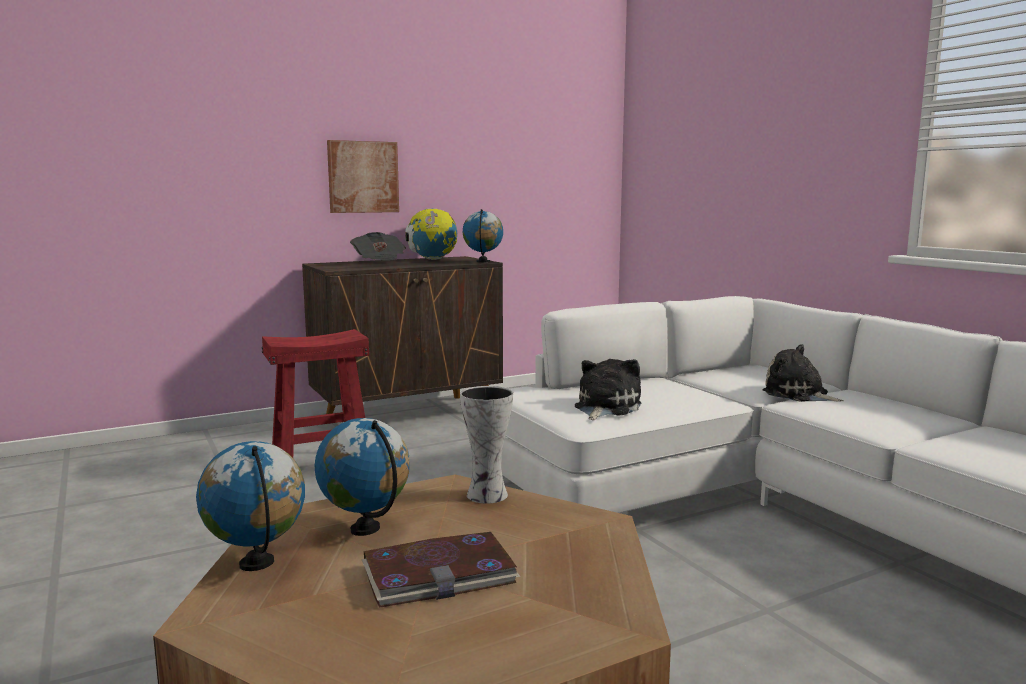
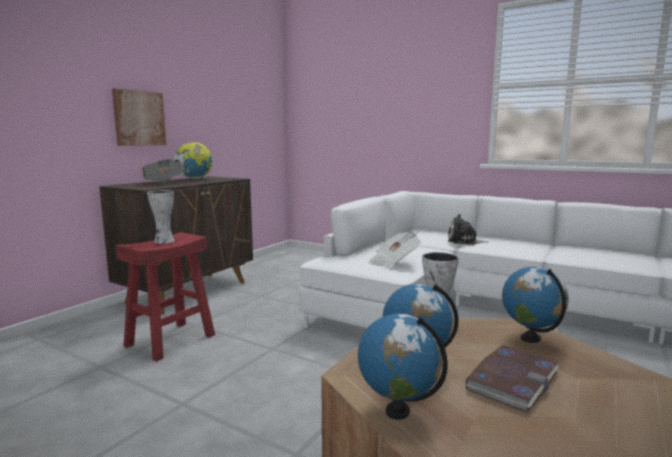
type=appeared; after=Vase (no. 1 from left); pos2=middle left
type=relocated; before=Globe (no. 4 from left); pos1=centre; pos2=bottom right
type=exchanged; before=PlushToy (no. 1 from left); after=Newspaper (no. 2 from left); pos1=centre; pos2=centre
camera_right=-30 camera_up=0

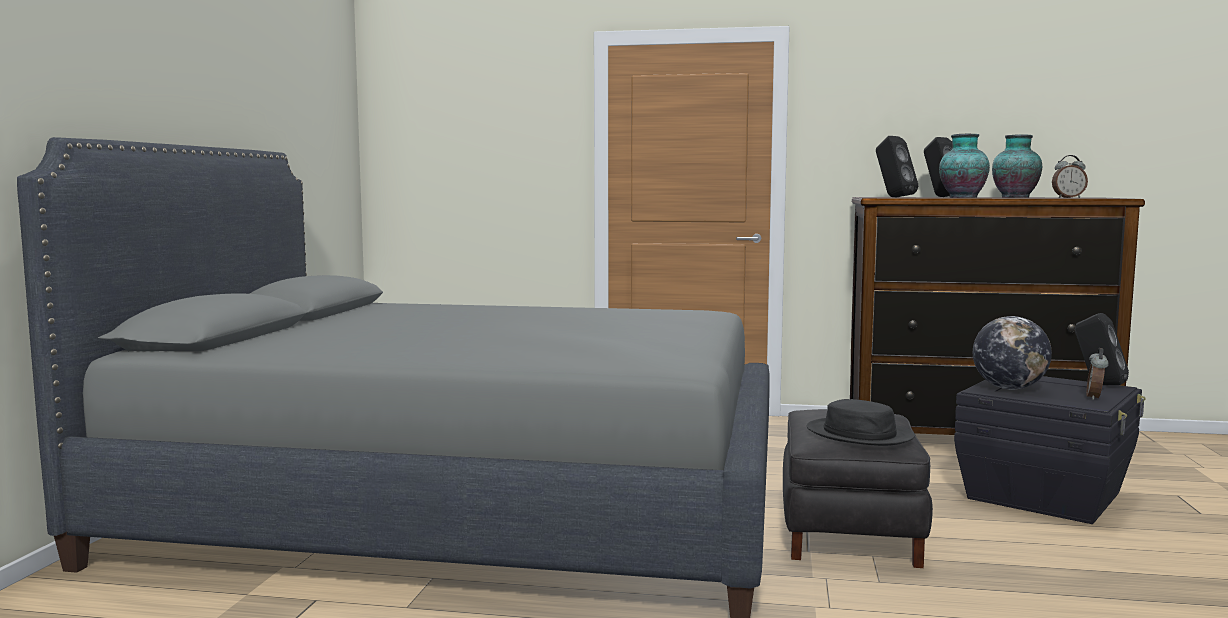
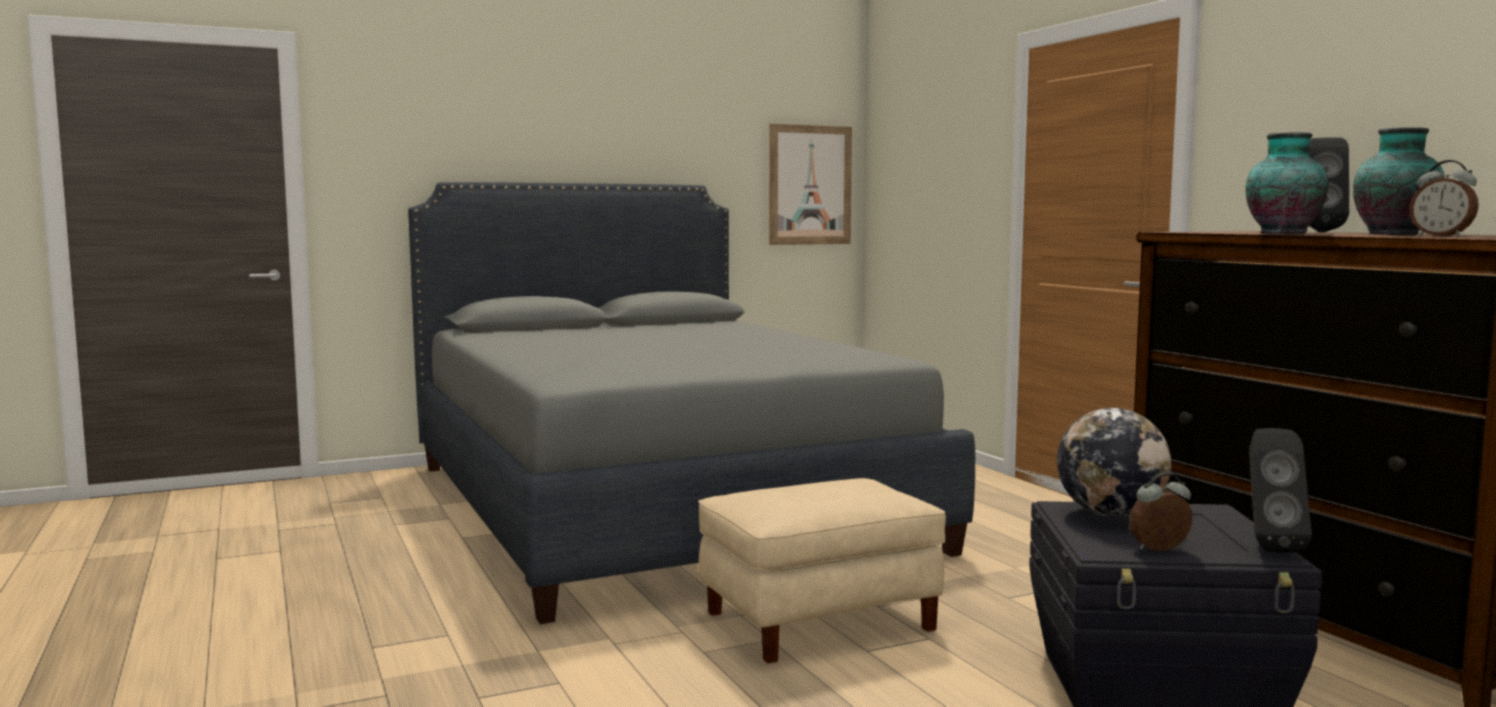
type=missing; before=BlackHat; pos1=bottom right
type=missing; before=BlackSpeaker (no. 1 from left); pos1=top right
type=appeared; after=Picture; pos2=top centre
type=colour; before=BlackOttoman; after=BeigeOttoman; pos1=bottom right; pos2=bottom centre
camera_right=55 camera_up=0

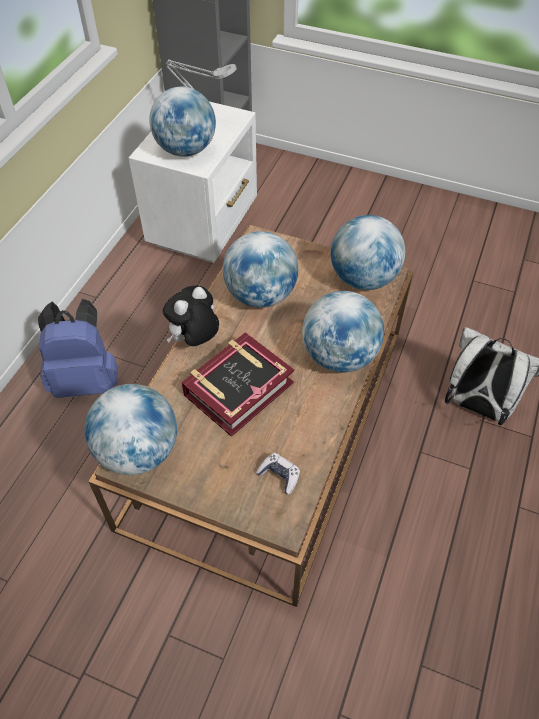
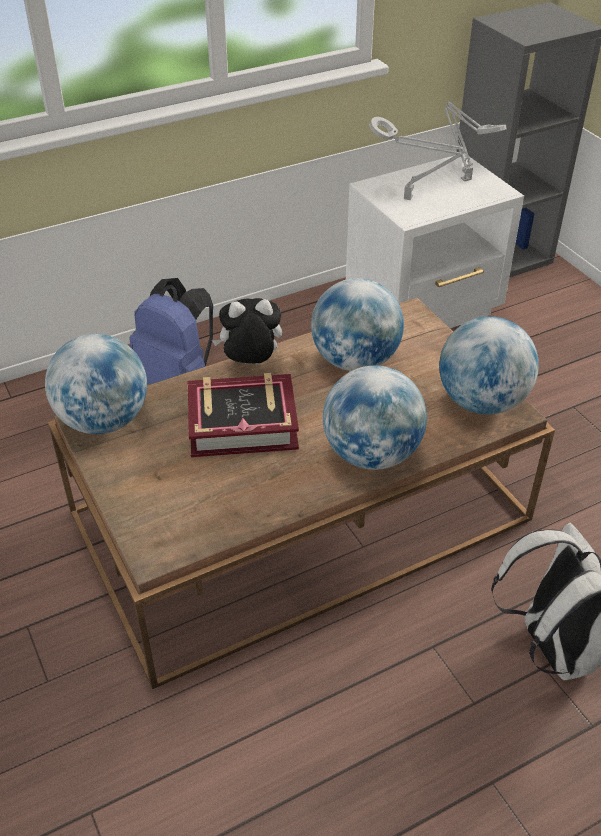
type=missing; before=GameController; pos1=centre
type=exchanged; before=Globe (no. 2 from left); after=GreyTableLamp (no. 1 from left); pos1=top centre; pos2=top right
camera_right=40 camera_up=-10

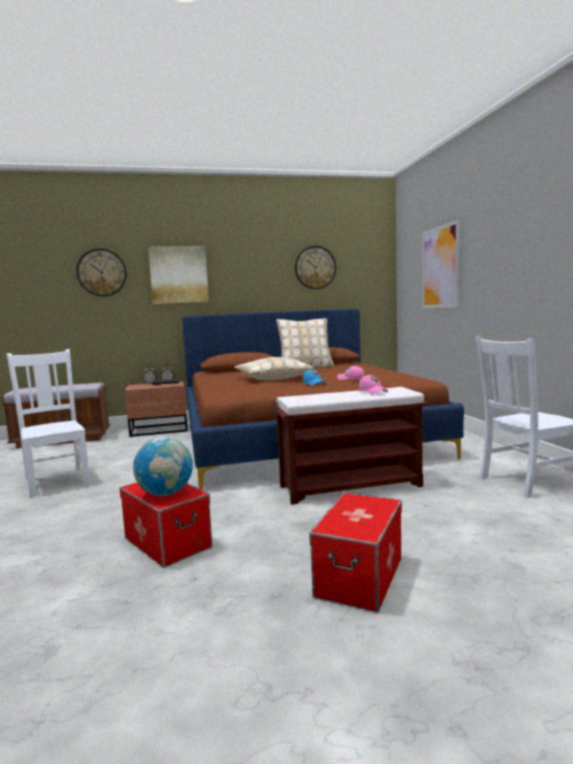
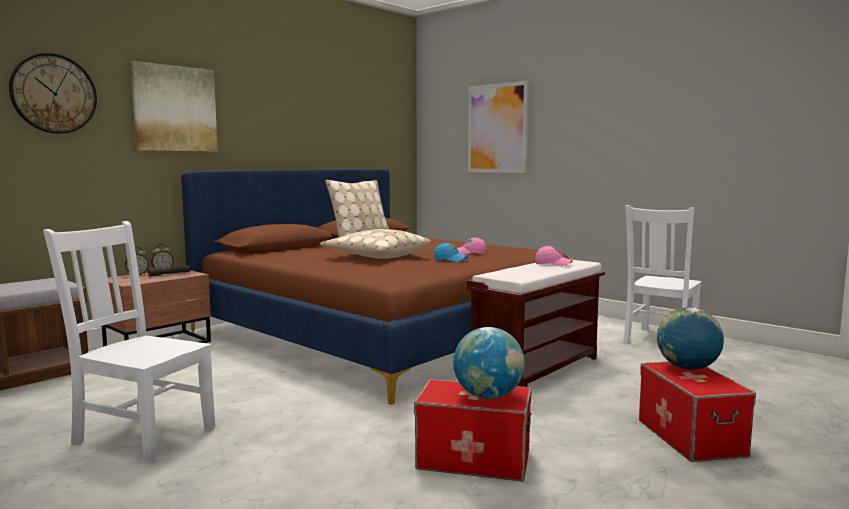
type=missing; before=WallClock (no. 2 from left); pos1=centre
type=appeared; after=Globe (no. 2 from left); pos2=middle right
camera_right=-35 camera_up=0

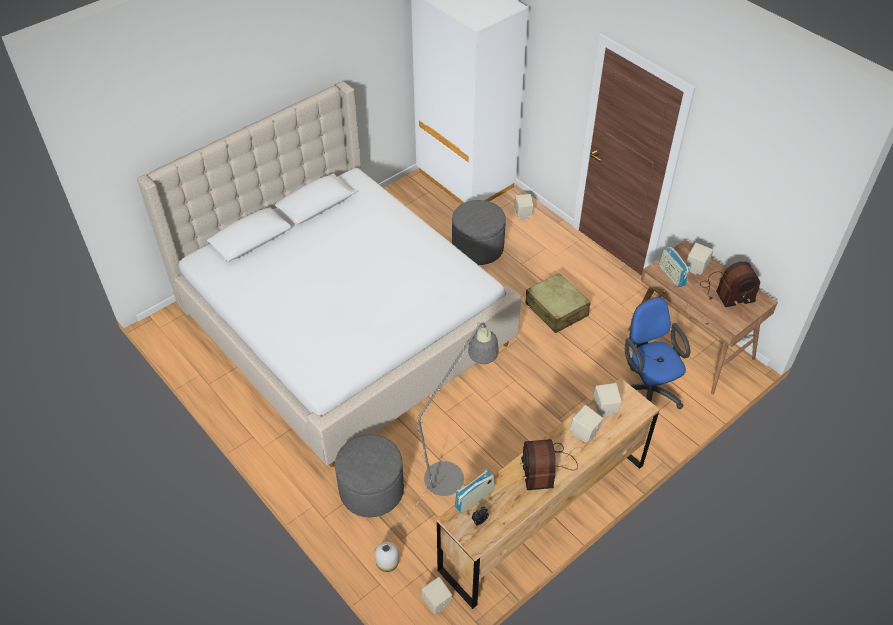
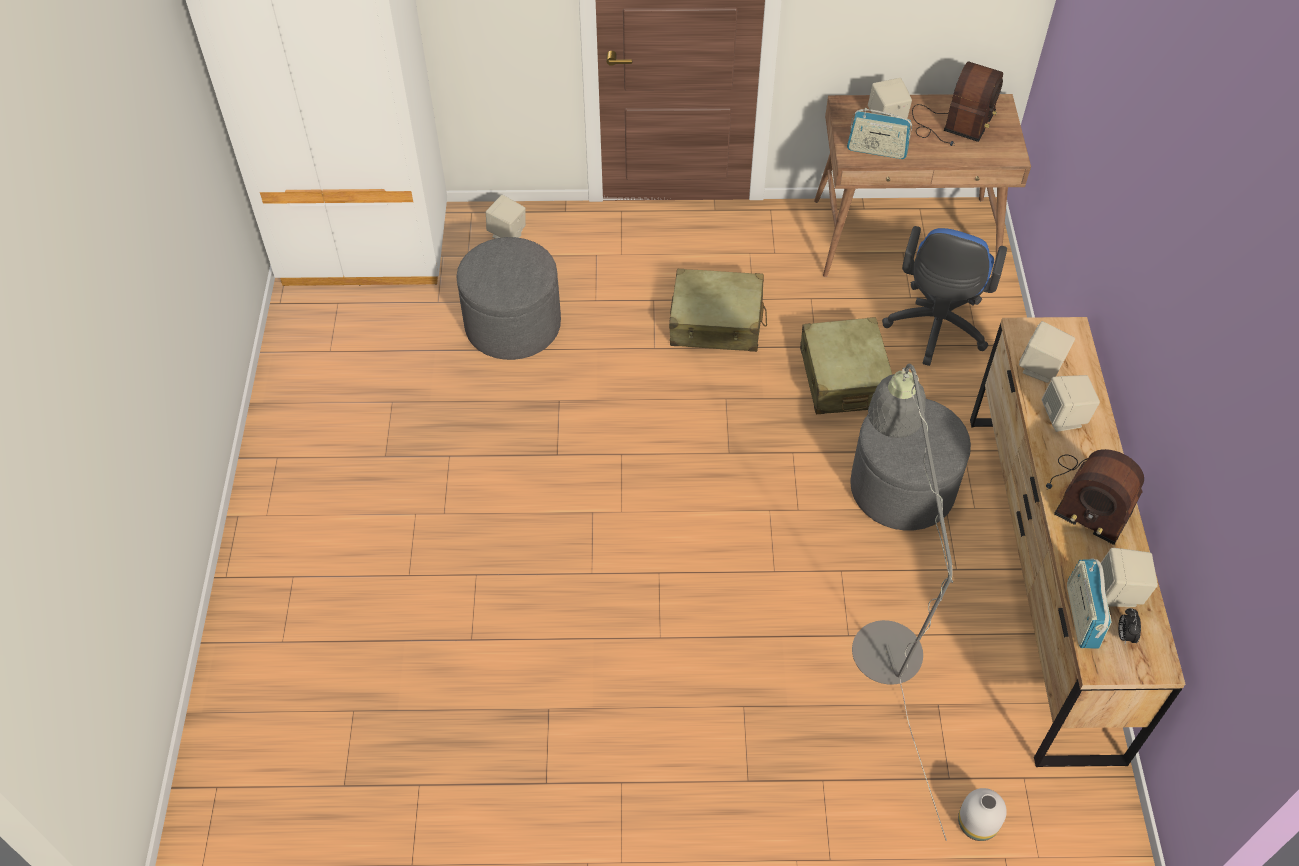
type=missing; before=BeigeBed; pos1=centre
type=appeared; after=BeigeSuitcase (no. 2 from left); pos2=centre
type=relocated; before=GreyOttoman (no. 1 from left in the first image); after=GreyOttoman (no. 2 from left); pos1=bottom centre; pos2=middle right
type=relocated; before=BeigeSpeaker (no. 1 from left in the first image); after=BeigeSpeaker (no. 5 from left); pos1=bottom centre; pos2=middle right
type=spun; before=BlueOfficeChair; pos1=middle right; pos2=middle right; turn=-90
camera_right=-50 camera_up=5

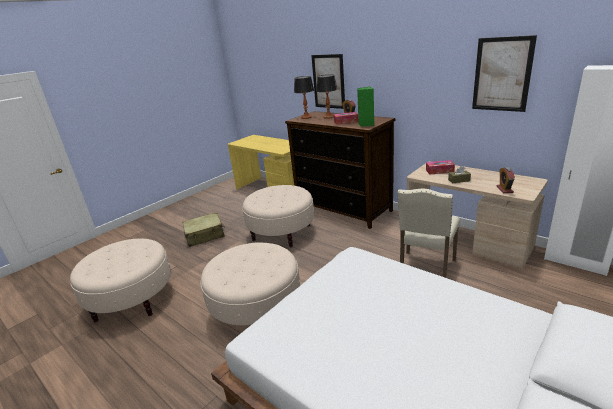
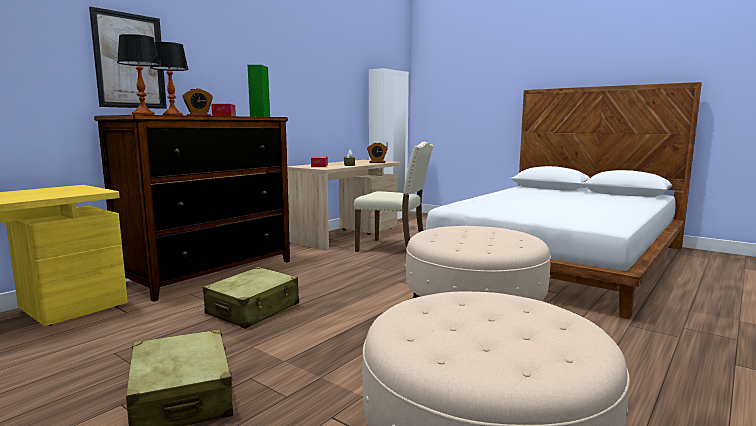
type=missing; before=Picture (no. 2 from left); pos1=top right
type=exchanged; before=BeigeOttoman (no. 3 from left); after=BeigeSuitcase (no. 2 from left); pos1=centre; pos2=bottom left
camera_right=-95 camera_up=-15

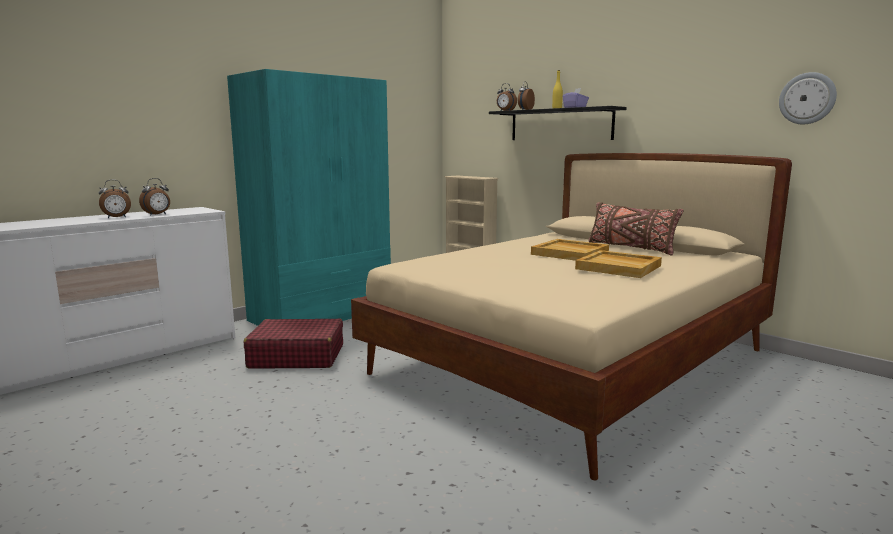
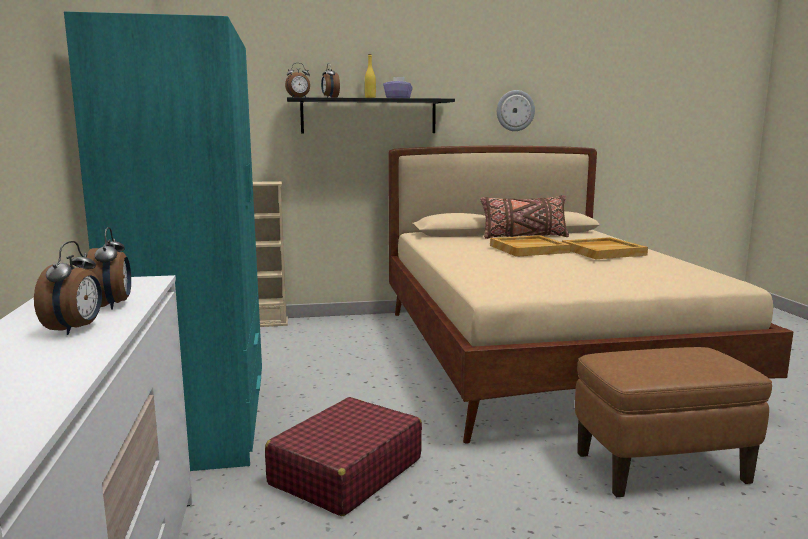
type=appeared; after=BrownOttoman; pos2=bottom right
type=relocated; before=WallClock; pos1=top right; pos2=top centre
camera_right=-55 camera_up=0

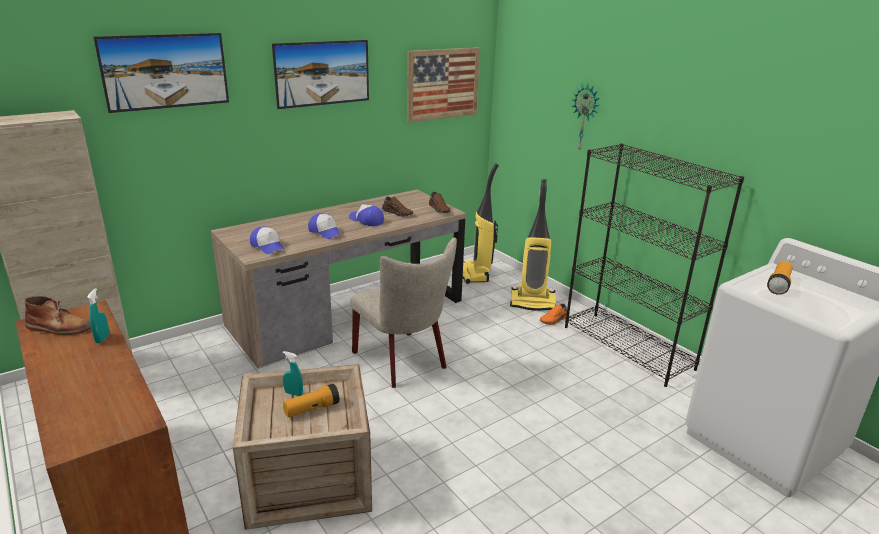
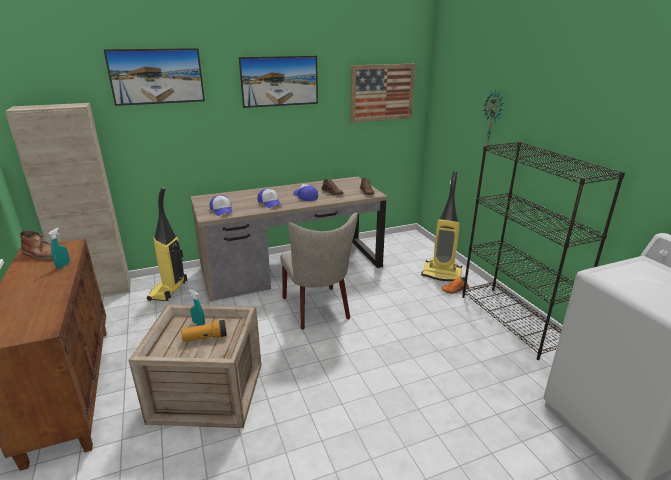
type=missing; before=Flashlight (no. 2 from left); pos1=middle right
type=relocated; before=VacuumCleaner (no. 1 from left); pos1=centre; pos2=middle left
camera_right=15 camera_up=0

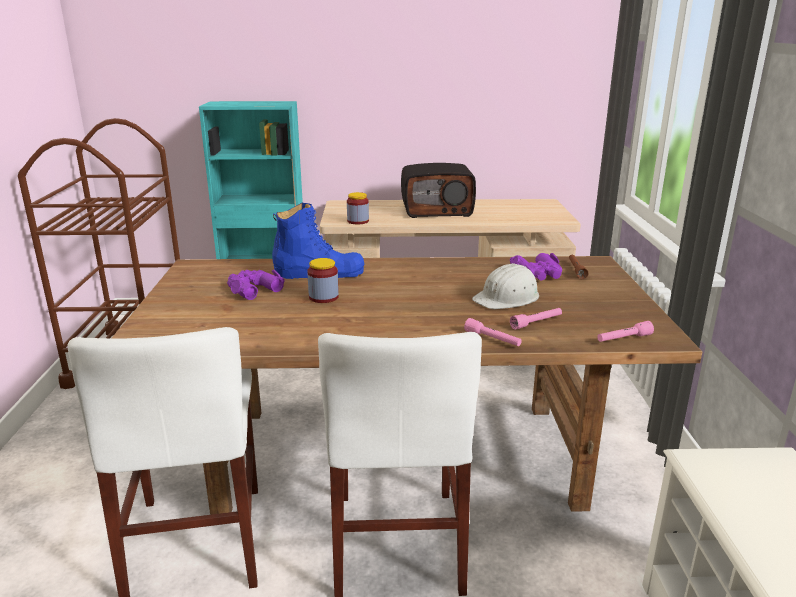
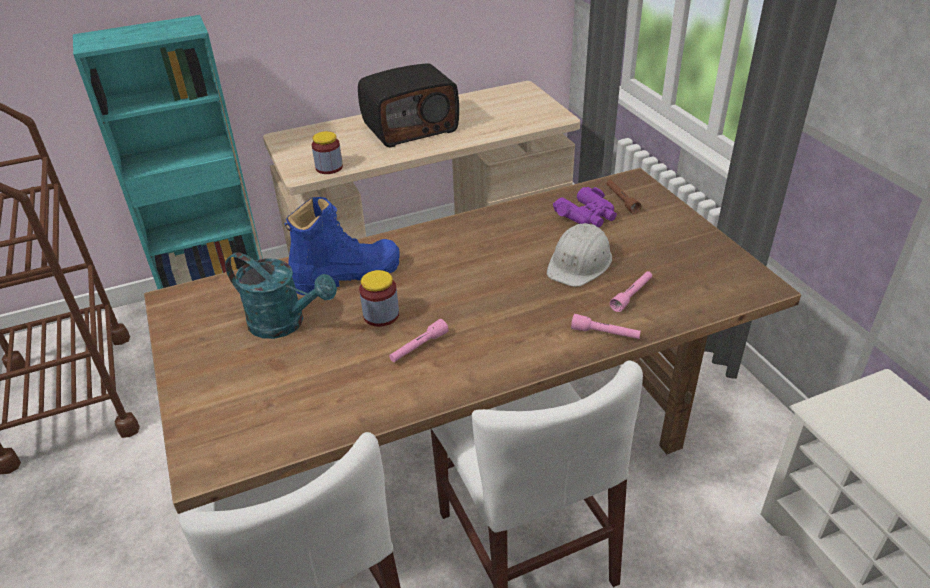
type=relocated; before=PinkFlashlight (no. 3 from left in the first image); after=PinkFlashlight (no. 1 from left); pos1=middle right; pos2=centre
type=exchanged; before=PurpleBinoculars (no. 1 from left); after=TurquoiseWateringCan; pos1=middle left; pos2=middle left
camera_right=-20 camera_up=15

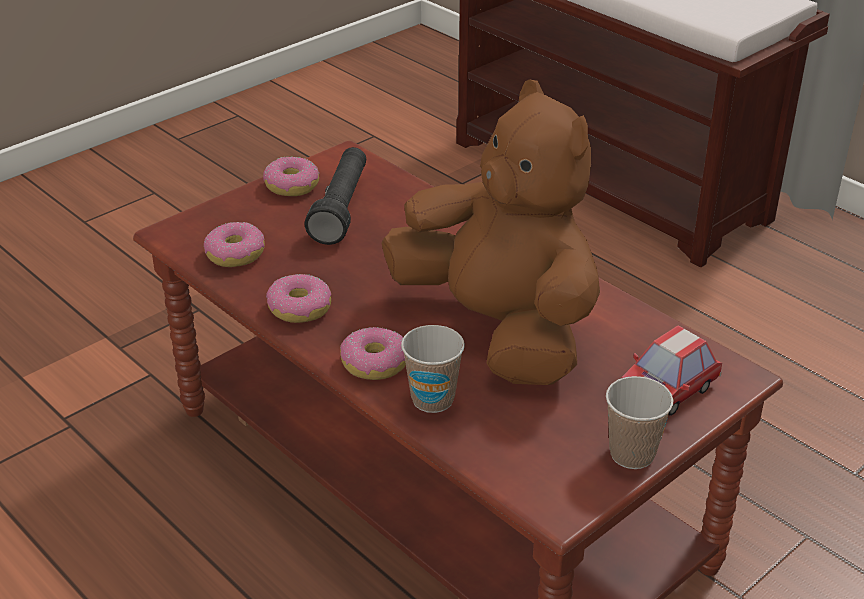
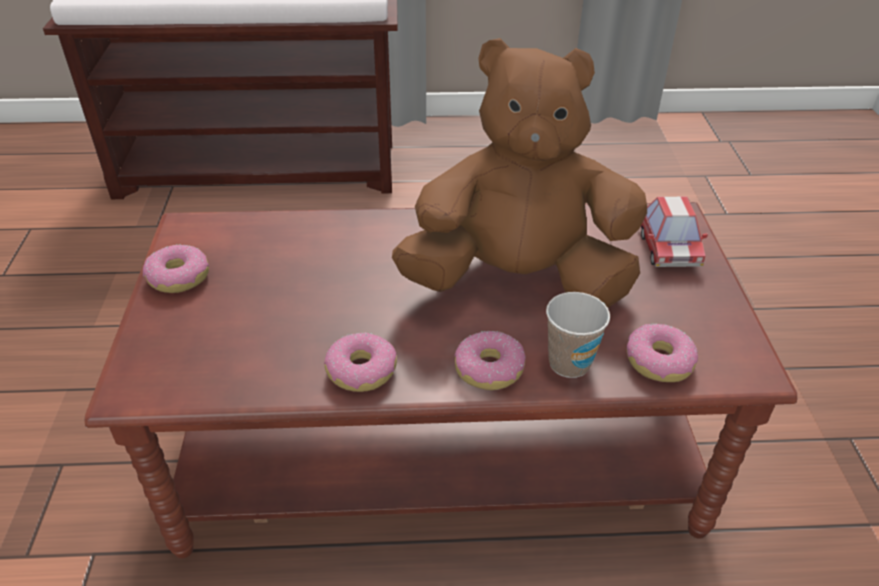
type=missing; before=BlackFlashlight; pos1=top centre
type=missing; before=Cup (no. 2 from left); pos1=bottom right
type=relocated; before=Donut (no. 1 from left in the first image); after=Donut (no. 4 from left); pos1=middle left; pos2=middle right
camera_right=-50 camera_up=5

